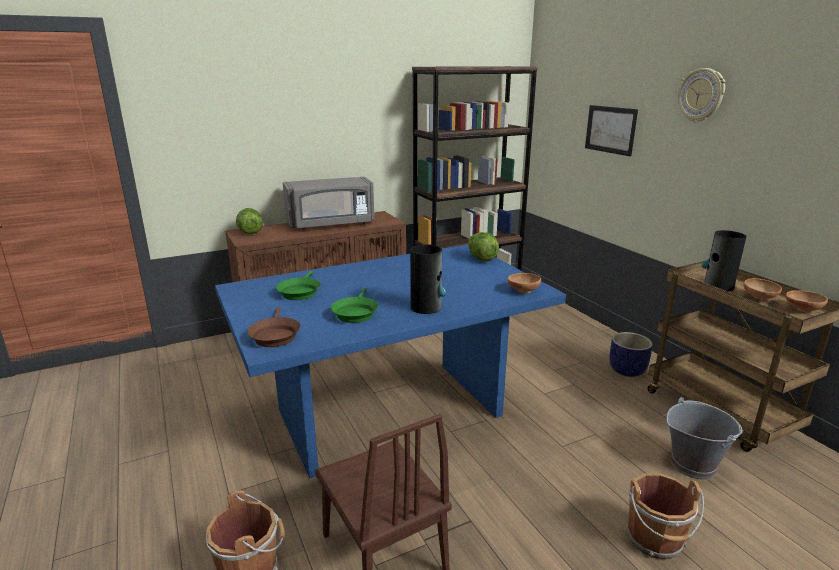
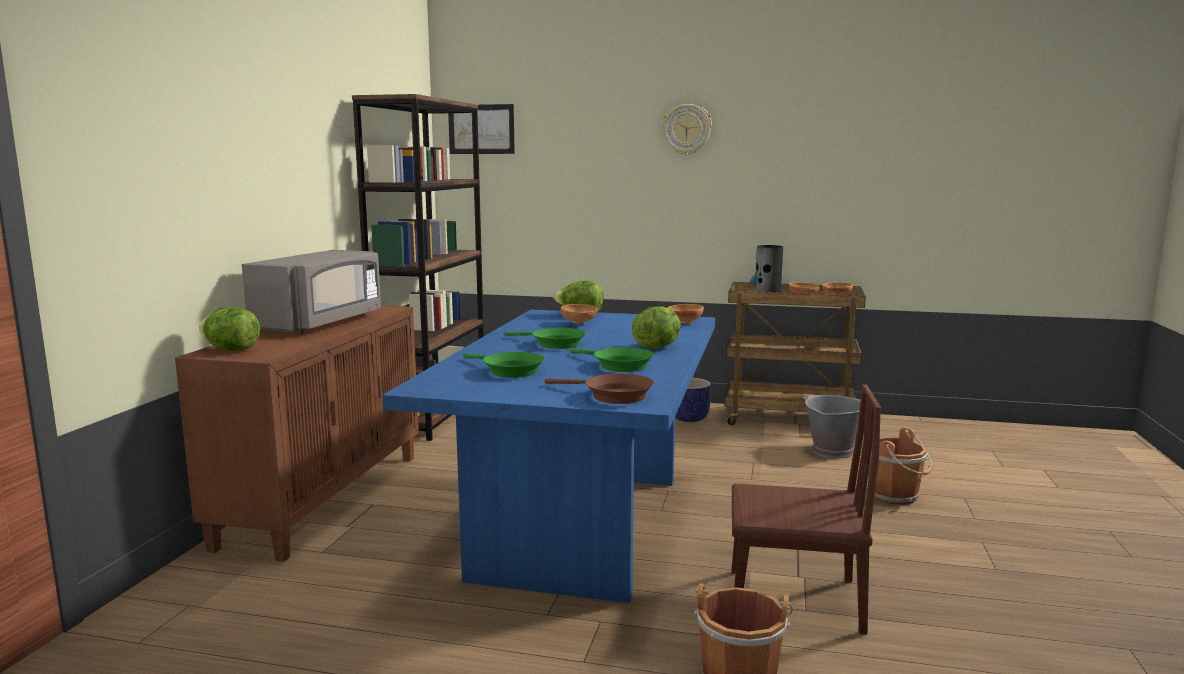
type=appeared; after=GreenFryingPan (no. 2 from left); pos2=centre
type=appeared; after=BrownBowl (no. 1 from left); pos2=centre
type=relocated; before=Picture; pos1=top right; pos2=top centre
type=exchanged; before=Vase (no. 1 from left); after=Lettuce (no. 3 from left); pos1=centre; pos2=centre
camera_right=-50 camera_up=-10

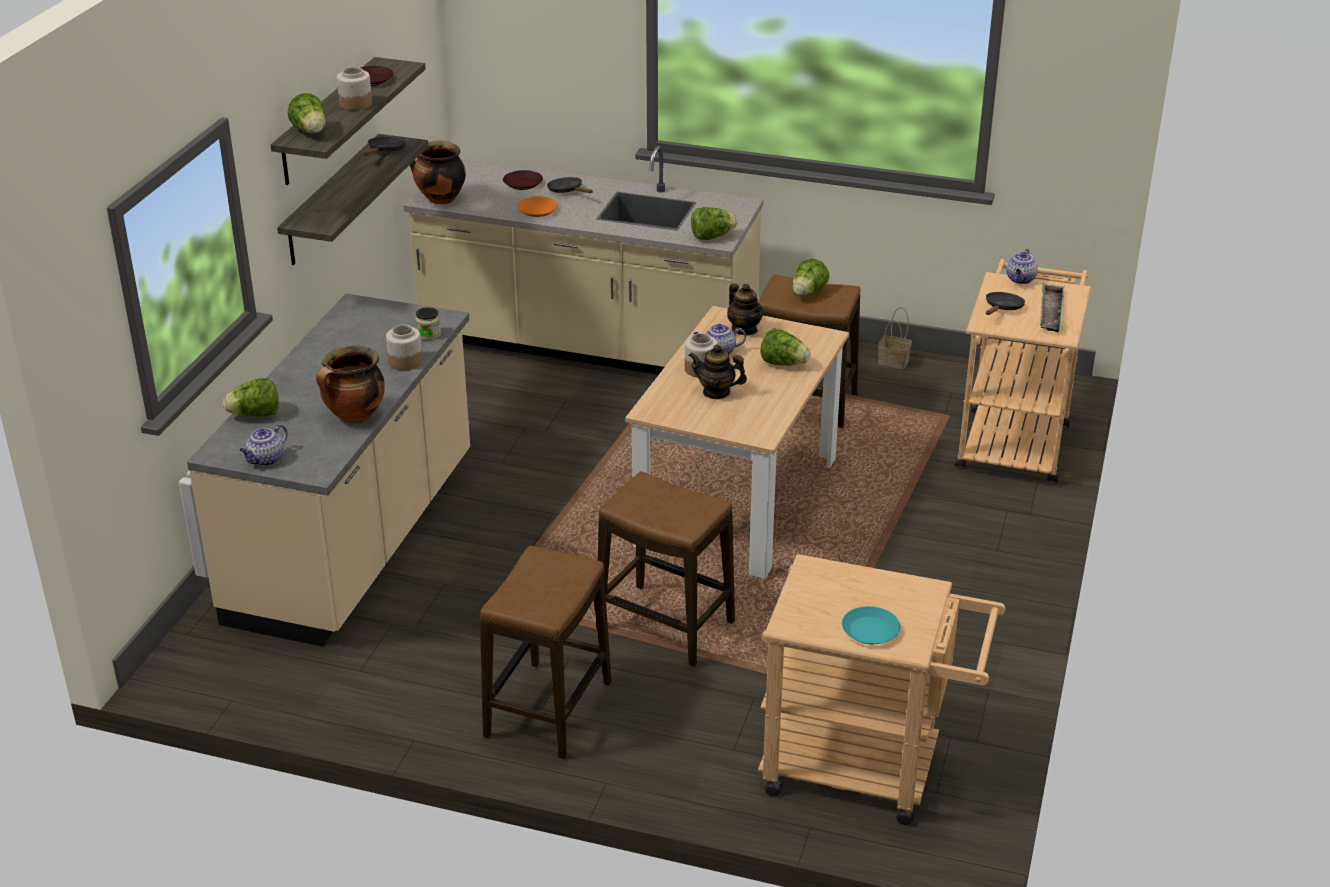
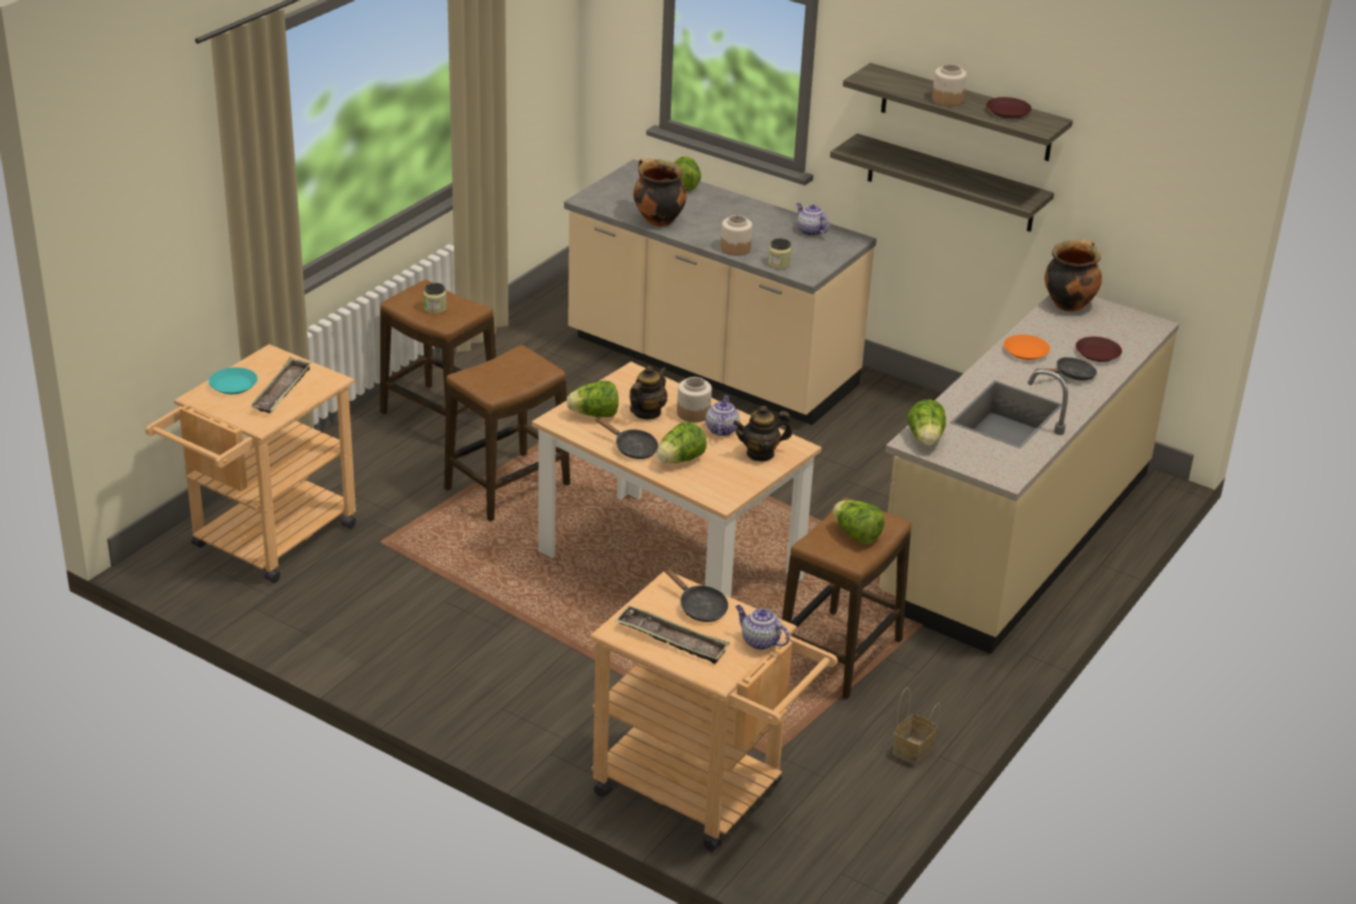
type=appeared; after=Tray (no. 1 from left); pos2=middle left
type=appeared; after=Jar (no. 1 from left); pos2=top left
type=relocated; before=Teapot (no. 1 from left in the first image); after=Teapot (no. 5 from left); pos1=middle left; pos2=top centre
type=relocated; before=Lettuce (no. 2 from left in the first image); after=Lettuce (no. 1 from left); pos1=top left; pos2=centre
type=relocated; before=BlackFryingPan (no. 1 from left); pos1=top left; pos2=centre
camera_right=105 camera_up=0

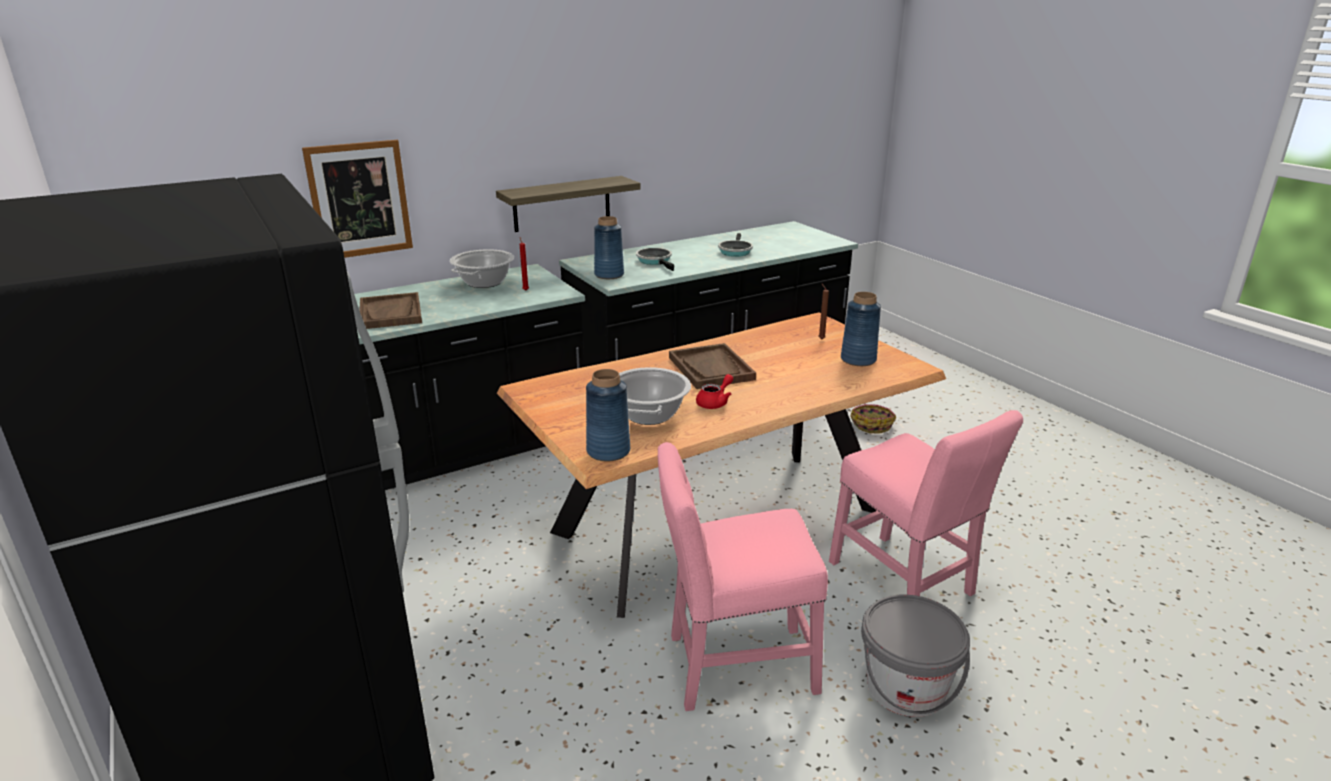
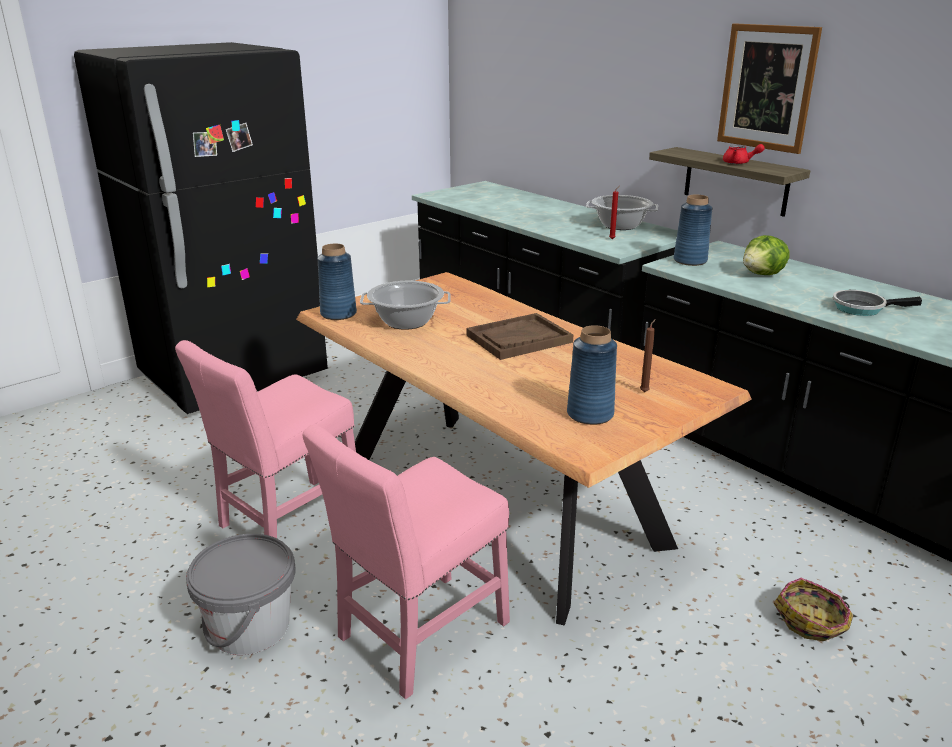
type=missing; before=BrownTray (no. 1 from left); pos1=middle left
type=relocated; before=Picture; pos1=top left; pos2=top right
type=relocated; before=RedTeapot; pos1=centre; pos2=top right
type=exchanged; before=FryingPan (no. 1 from left); after=Lettuce; pos1=top centre; pos2=middle right
type=spun; before=PinkChair (no. 1 from left); pos1=bottom centre; pos2=middle left; turn=-120
camera_right=80 camera_up=0

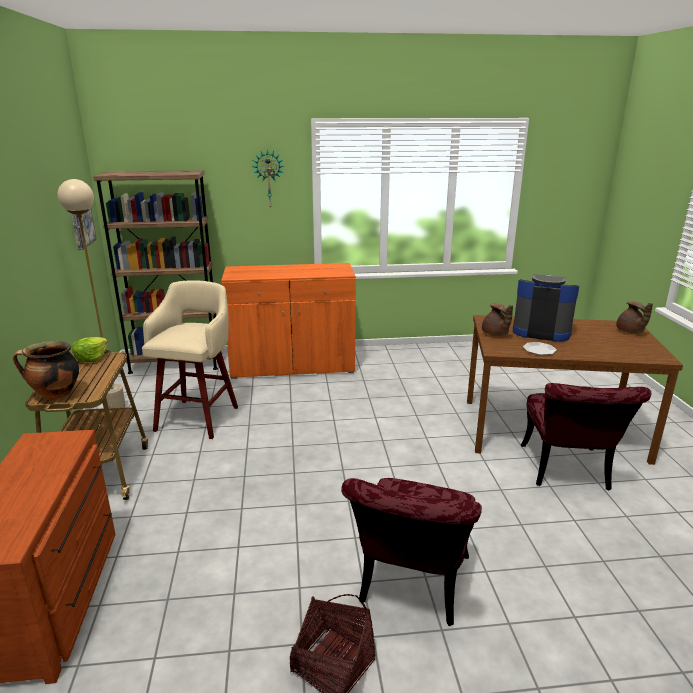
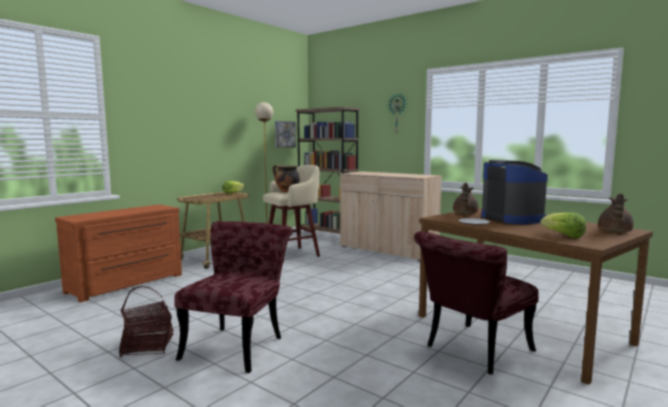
type=appeared; after=Lettuce (no. 2 from left); pos2=middle right
type=relocated; before=CookingPot; pos1=middle left; pos2=centre
type=colour; before=OrangeCabinet; after=BeigeCabinet; pos1=centre; pos2=centre
type=spun; before=RedChair (no. 1 from left); pos1=bottom centre; pos2=bottom centre; turn=135
camera_right=45 camera_up=-15

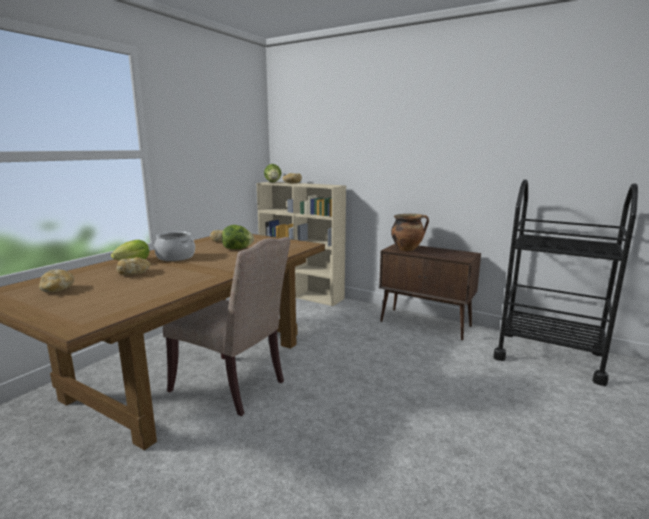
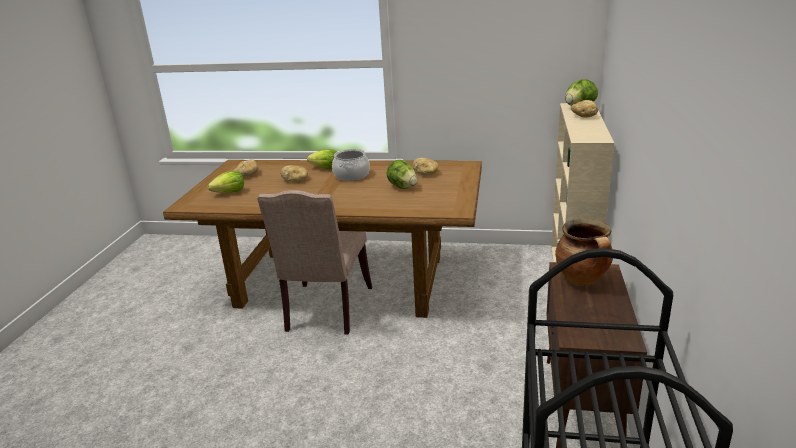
type=appeared; after=Lettuce (no. 1 from left); pos2=middle left
camera_right=70 camera_up=10

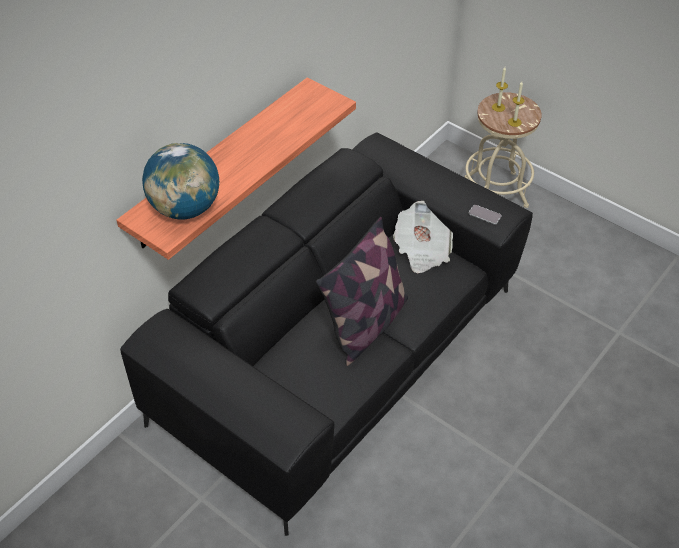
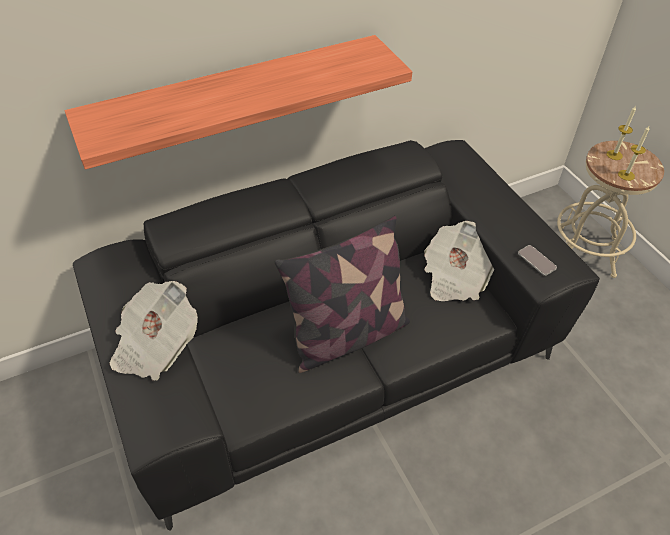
type=missing; before=Globe; pos1=top left
type=appeared; after=Newspaper (no. 1 from left); pos2=middle left
camera_right=25 camera_up=0

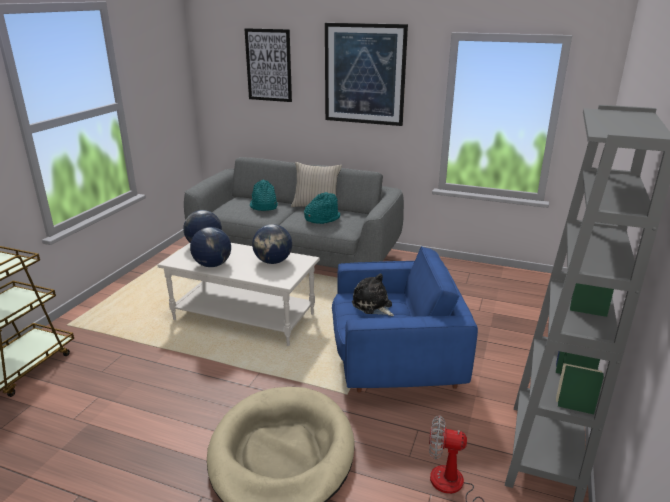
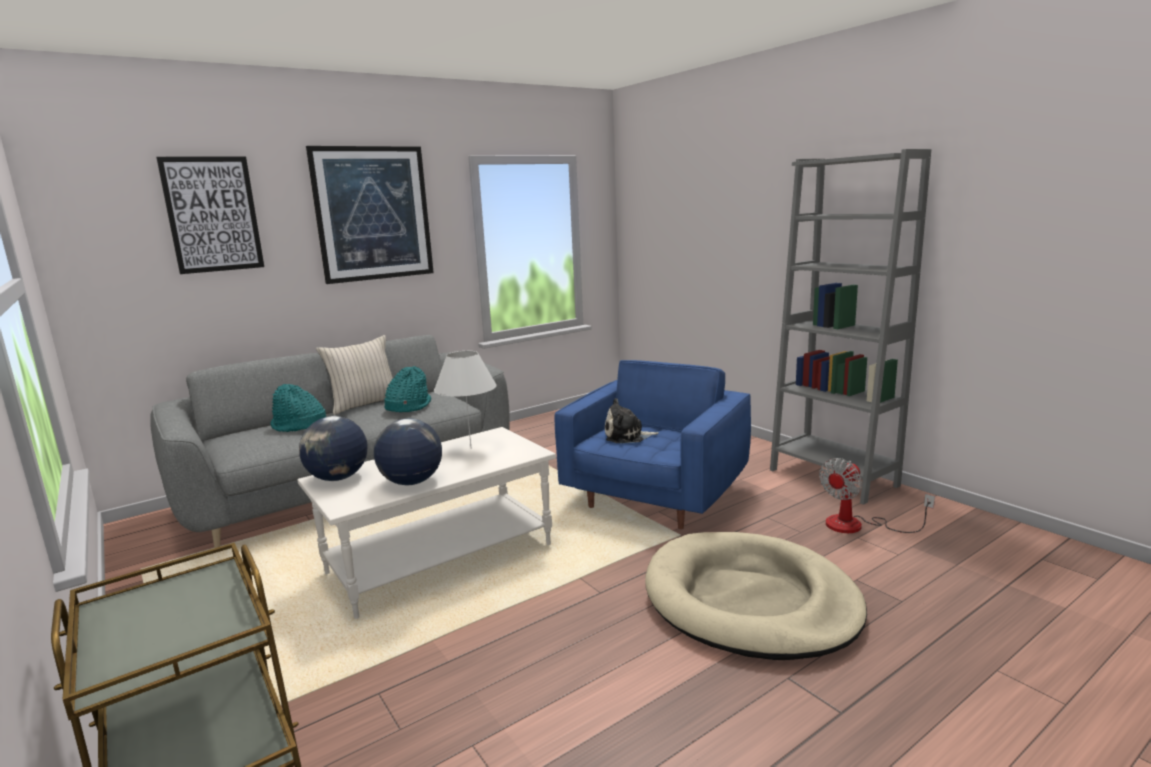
type=exchanged; before=Globe (no. 3 from left); after=WhiteTableLamp; pos1=centre; pos2=centre
camera_right=-55 camera_up=-10

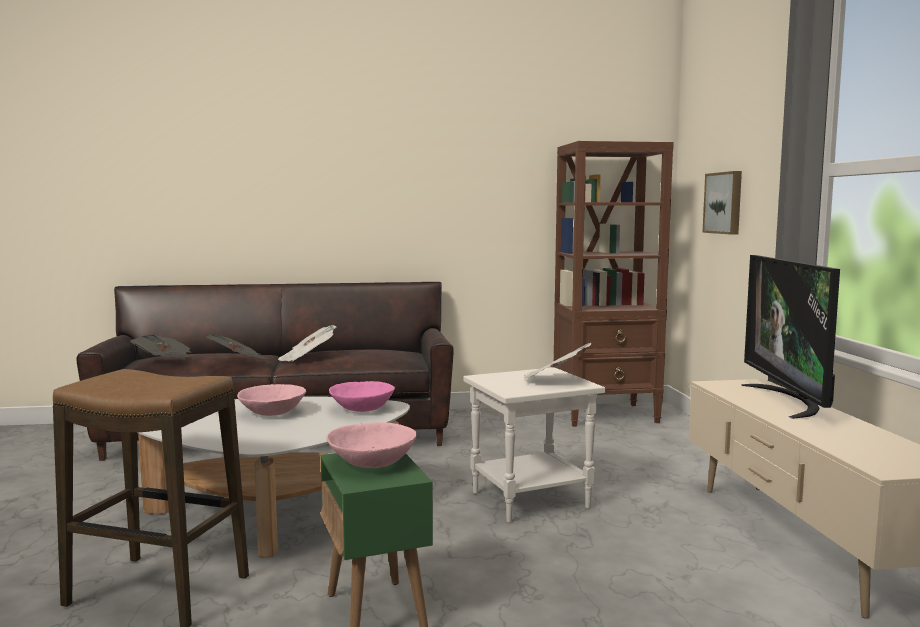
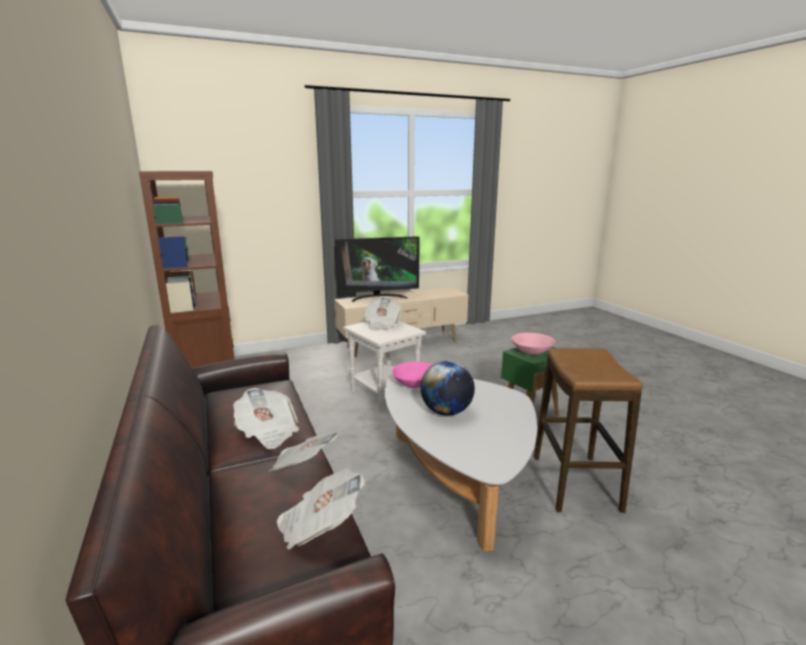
type=missing; before=Picture; pos1=top right
type=exchanged; before=PinkBowl (no. 1 from left); after=Globe; pos1=middle left; pos2=centre
camera_right=-105 camera_up=10

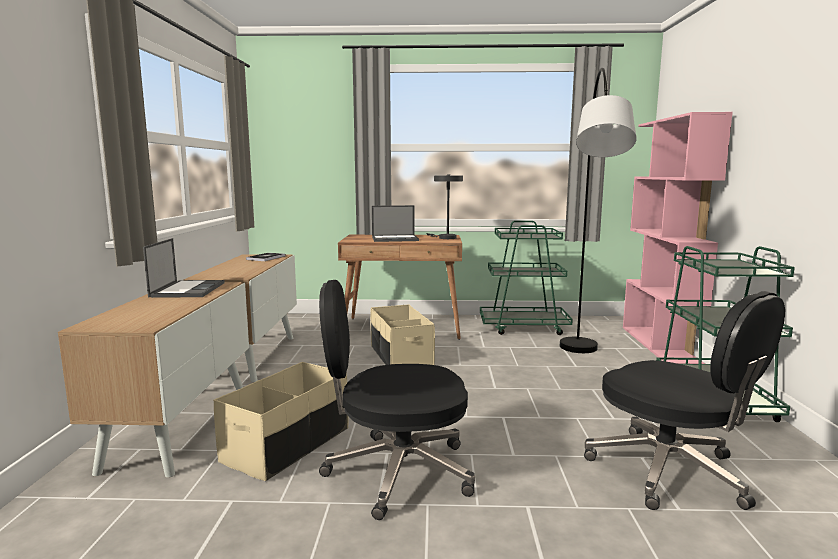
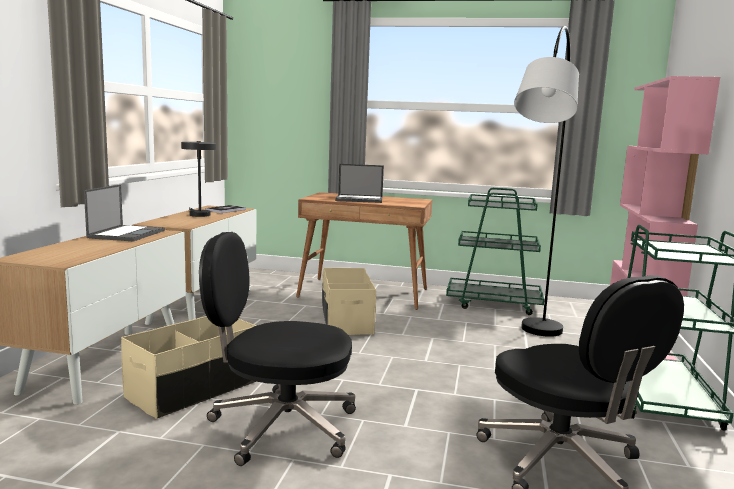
type=relocated; before=GreyTableLamp; pos1=centre; pos2=middle left
camera_right=10 camera_up=0

